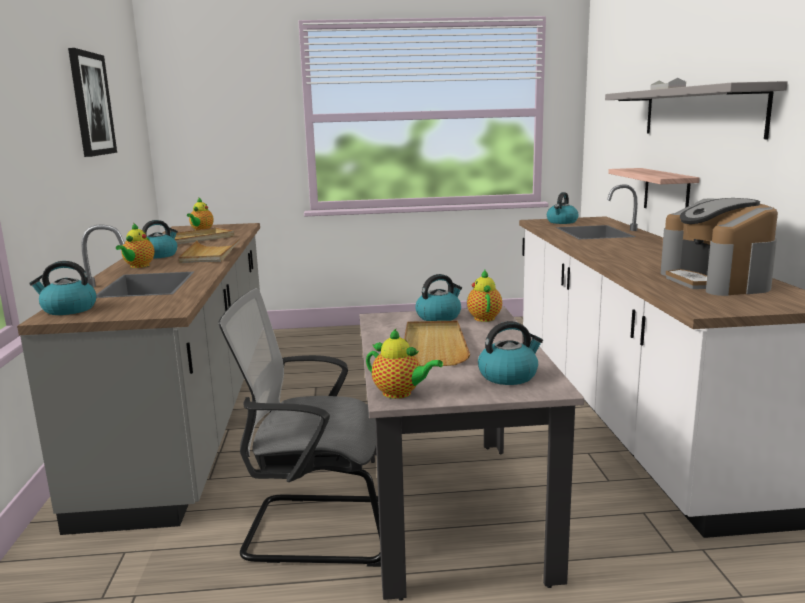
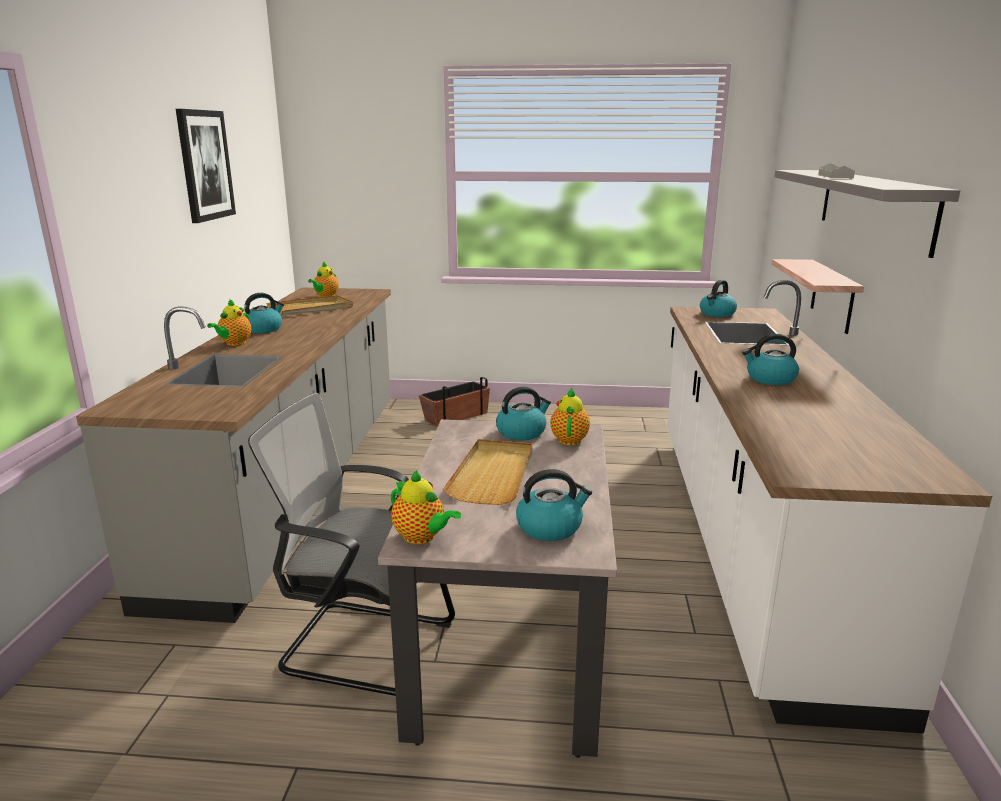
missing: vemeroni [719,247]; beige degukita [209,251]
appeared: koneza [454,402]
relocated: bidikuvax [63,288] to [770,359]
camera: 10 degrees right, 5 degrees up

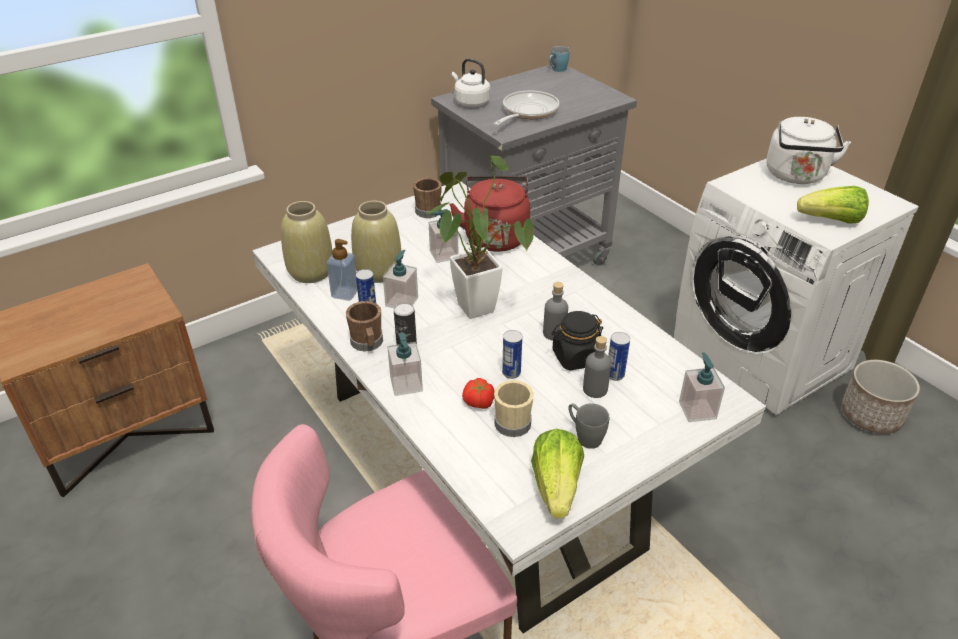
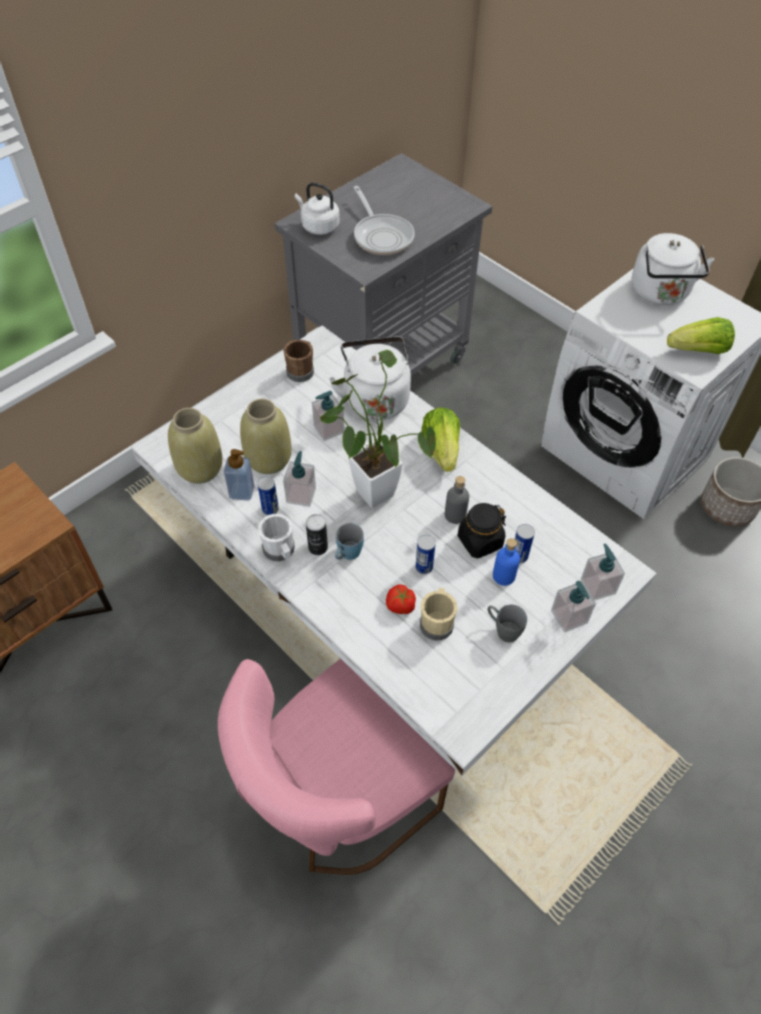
relocated: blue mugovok [559,59] to [349,541]; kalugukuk [405,364] to [573,607]; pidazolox [557,474] to [440,440]
colour: red bidikuvax [489,214] to white bidikuvax [370,378]; brown mugovok [364,326] to white mugovok [276,538]; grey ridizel [597,367] to blue ridizel [506,562]
spun: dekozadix [526,108] = [384,220] 135 degrees clockwise
camera: 10 degrees left, 15 degrees up

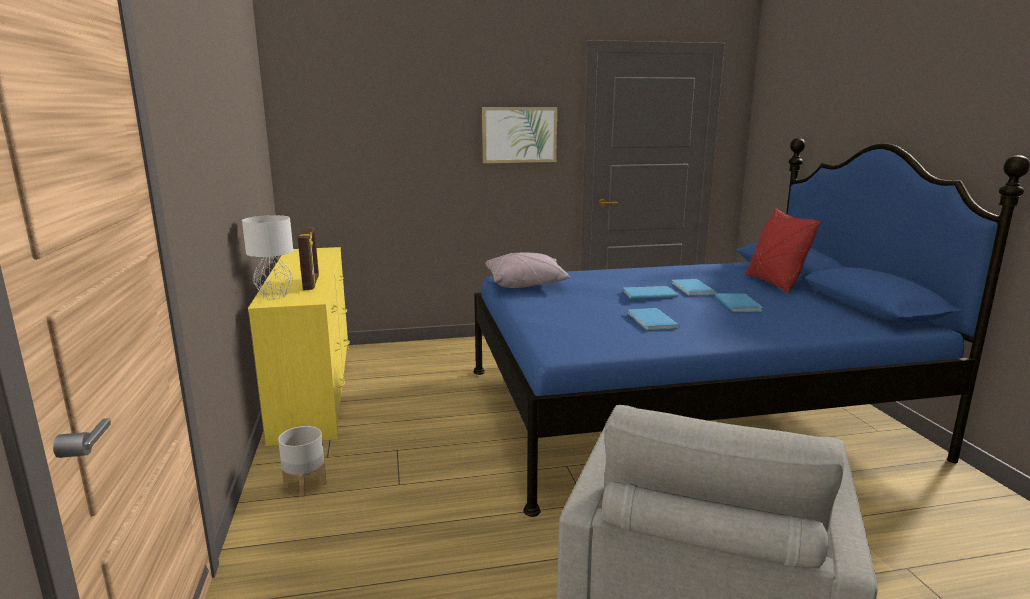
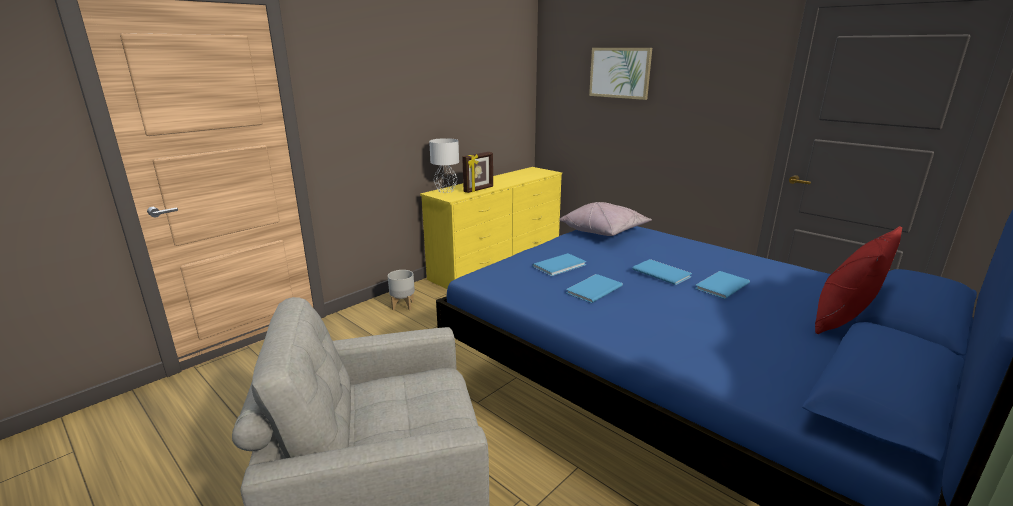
relocated: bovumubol [519,135] to [620,74]; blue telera [739,302] to [559,264]
camera: 55 degrees right, 5 degrees up

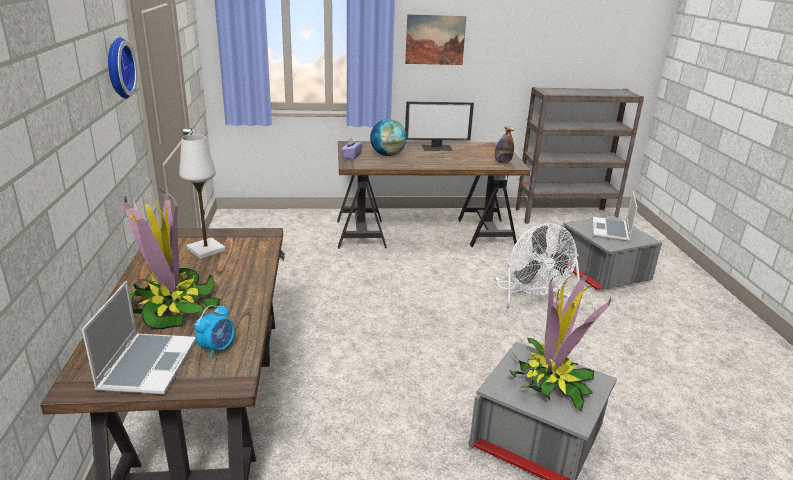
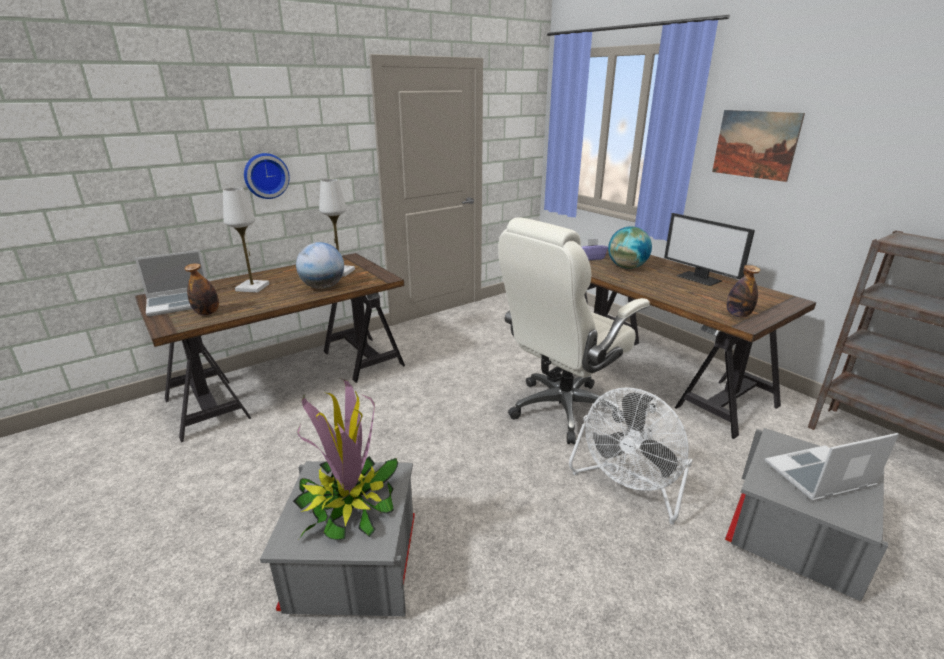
appeared: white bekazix [574,330]; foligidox [320,265]
relocated: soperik [122,68] to [267,176]
exchanged: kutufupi [163,258] to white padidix [246,240]; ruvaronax [214,332] to ridizel [201,289]
camera: 60 degrees right, 0 degrees up

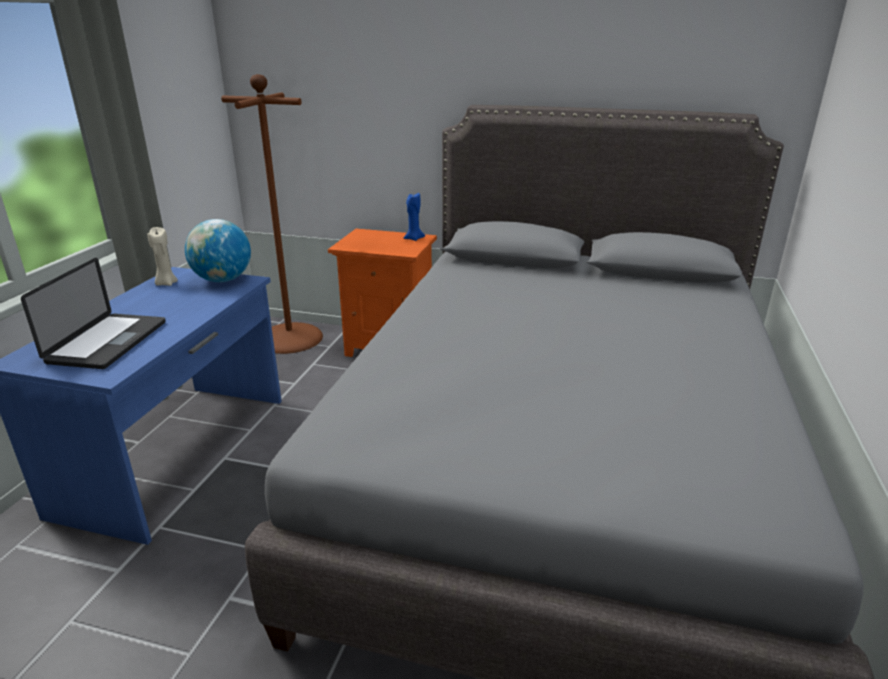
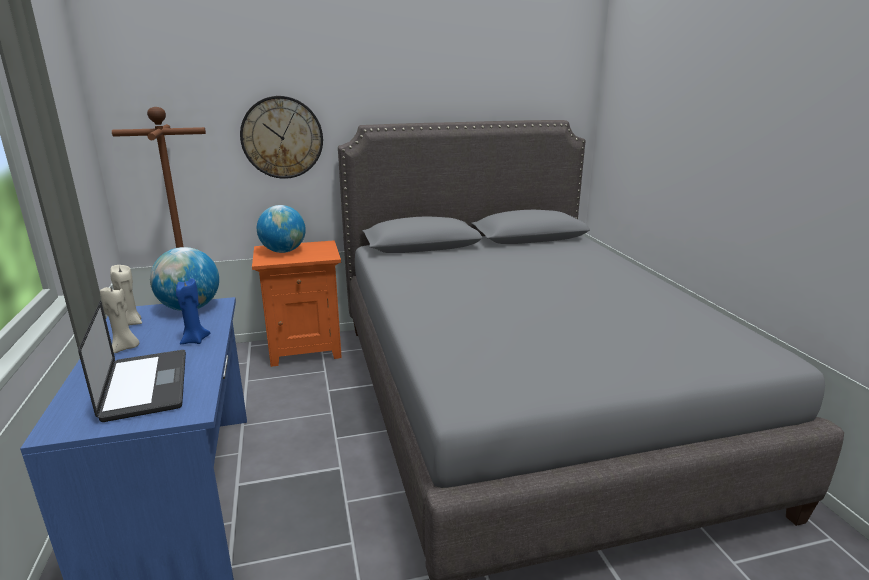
appeared: soperik [281,137]; foligidox [281,229]; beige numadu [119,319]
relocated: blue numadu [414,217] to [193,311]
camera: 30 degrees left, 5 degrees down

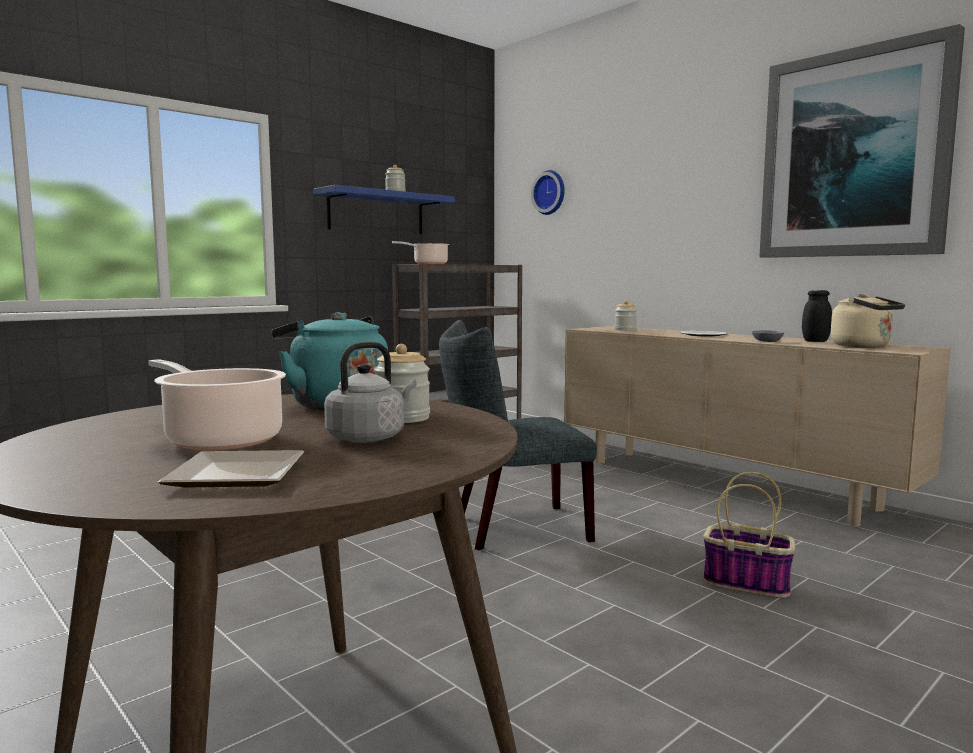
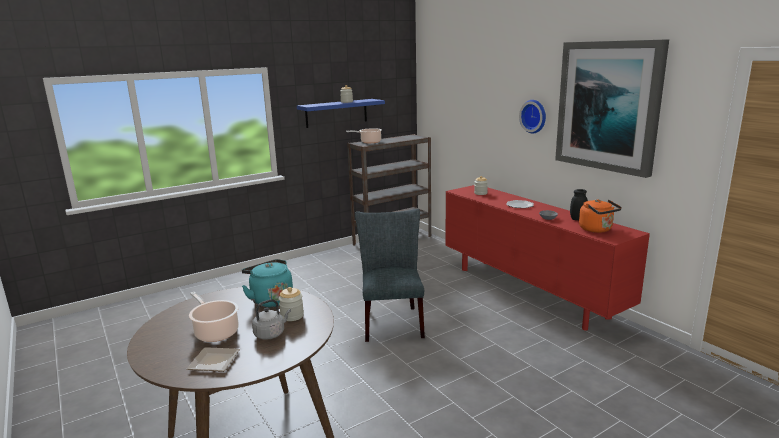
missing: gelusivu [749,535]
relocated: soperik [548,192] to [532,117]
colour: beige bidikuvax [868,320] to orange bidikuvax [600,216]; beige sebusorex [757,426] to red sebusorex [547,258]
spun: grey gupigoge [518,435] = [390,275] 90 degrees clockwise
camera: 10 degrees right, 10 degrees up

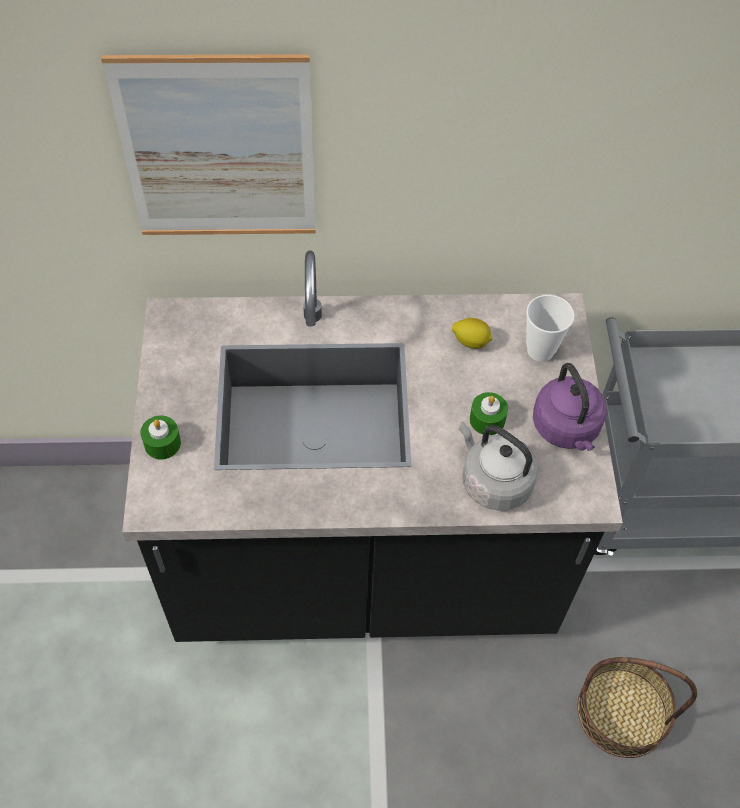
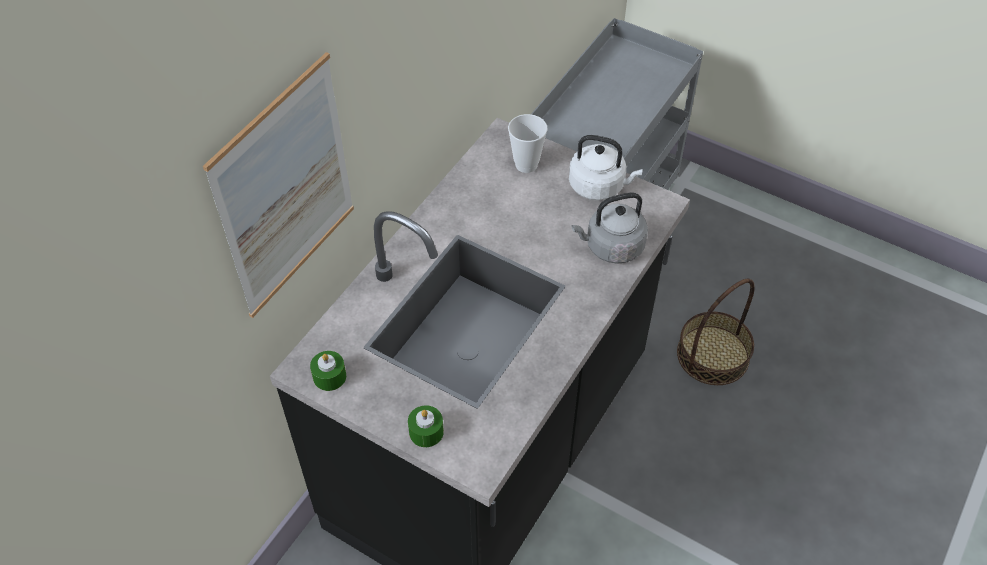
missing: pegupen [472,333]
relocated: green numadu [489,413] to [328,371]
colour: purple bidikuvax [570,407] to white bidikuvax [606,167]
camera: 55 degrees left, 5 degrees down

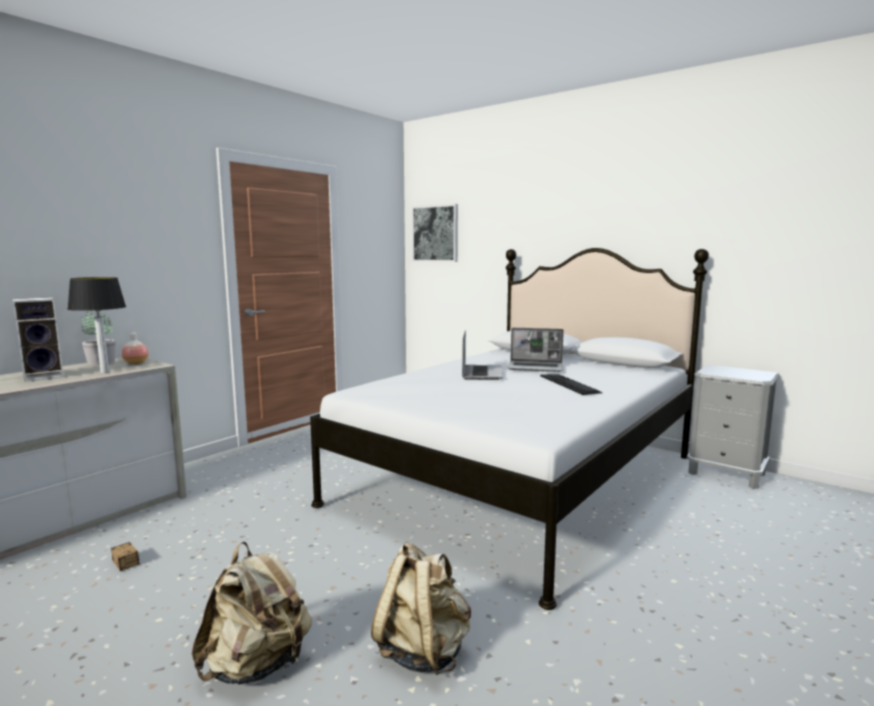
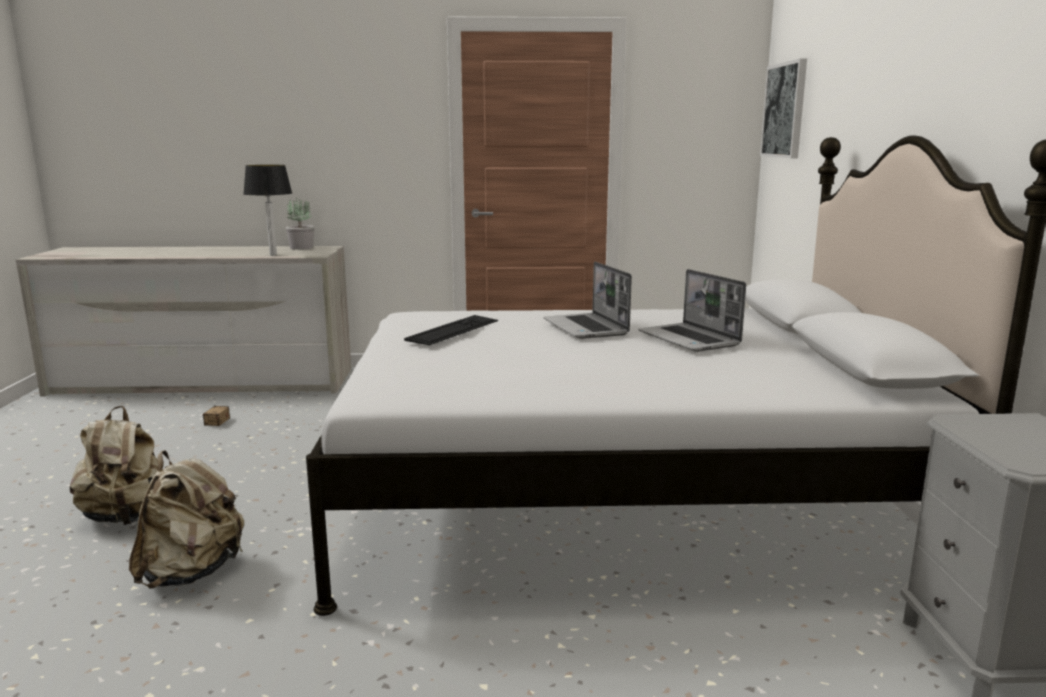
missing: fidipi [38,339]; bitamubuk [135,348]
relocated: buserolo [571,384] to [451,330]
spun: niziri [482,355] = [587,300] 105 degrees clockwise
camera: 50 degrees right, 5 degrees up

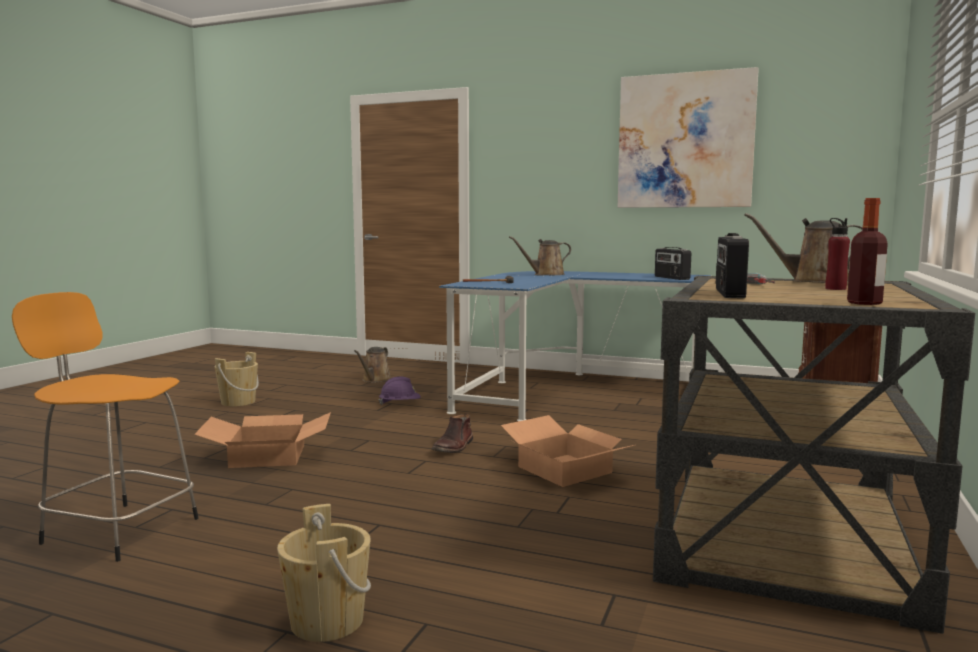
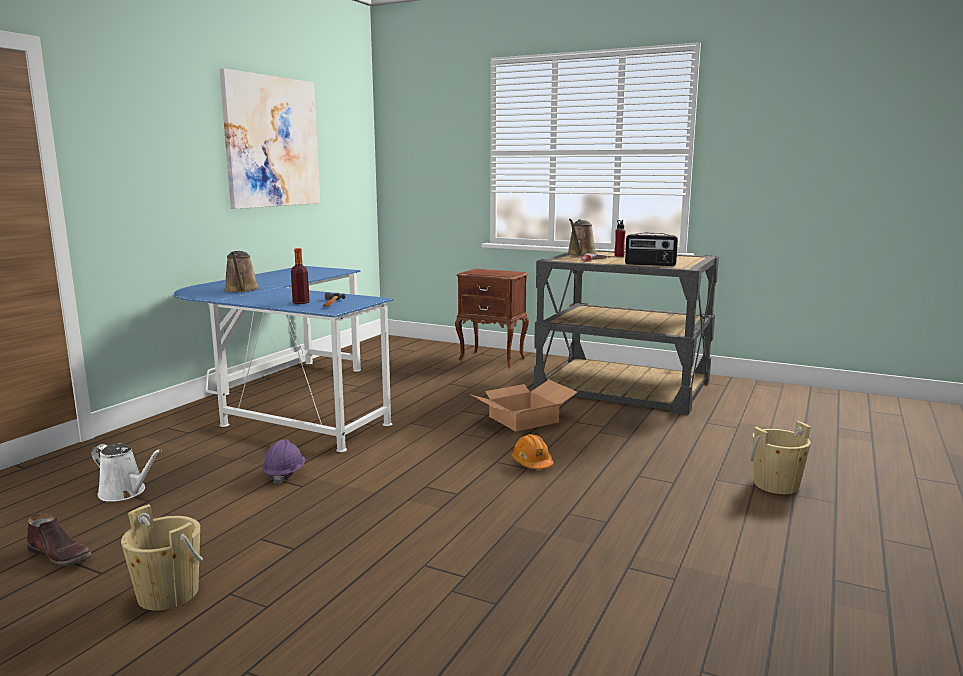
missing: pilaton [673,263]; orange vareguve [105,427]; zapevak [262,440]
appeared: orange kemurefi [533,451]
relocated: ridizel [867,251] to [300,276]; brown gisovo [452,433] to [59,540]
colour: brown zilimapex [372,365] to white zilimapex [126,472]
camera: 85 degrees left, 5 degrees up

